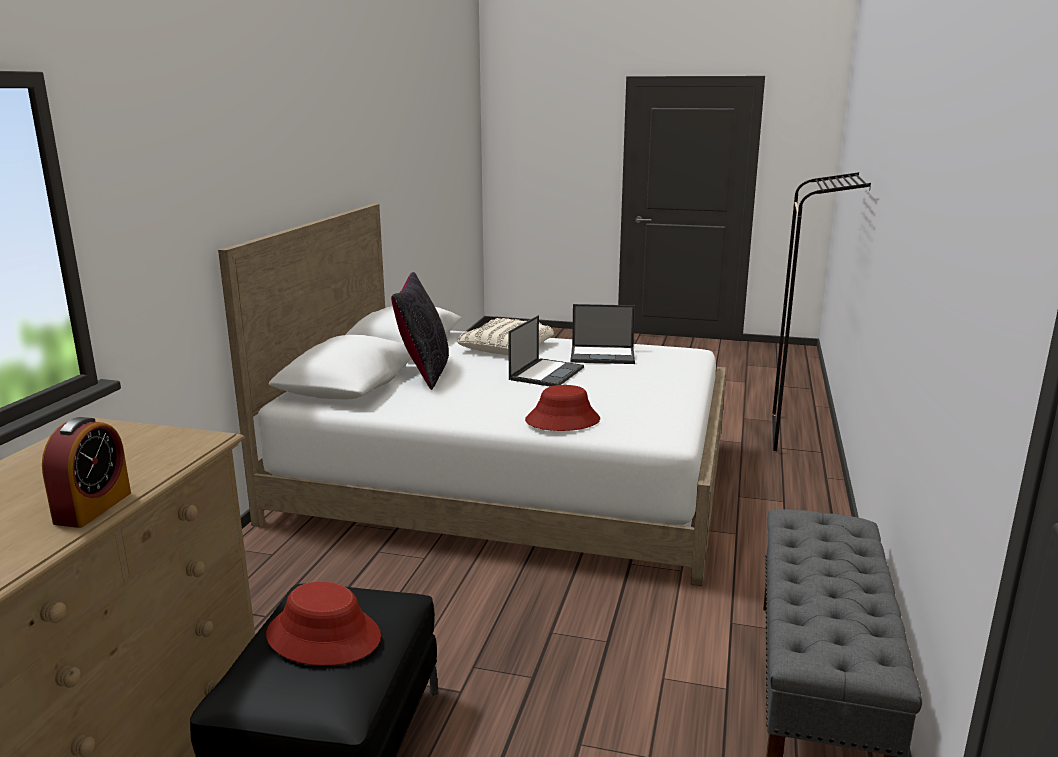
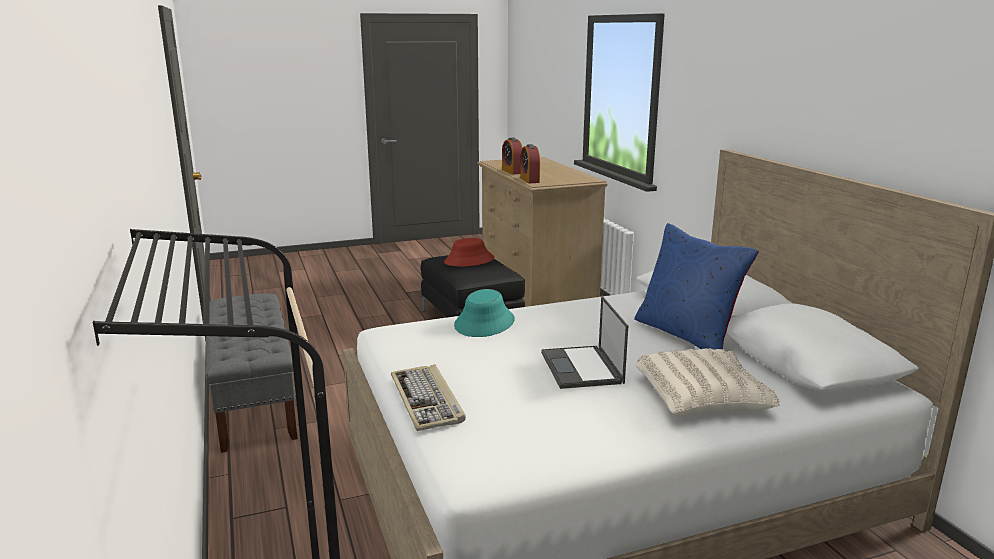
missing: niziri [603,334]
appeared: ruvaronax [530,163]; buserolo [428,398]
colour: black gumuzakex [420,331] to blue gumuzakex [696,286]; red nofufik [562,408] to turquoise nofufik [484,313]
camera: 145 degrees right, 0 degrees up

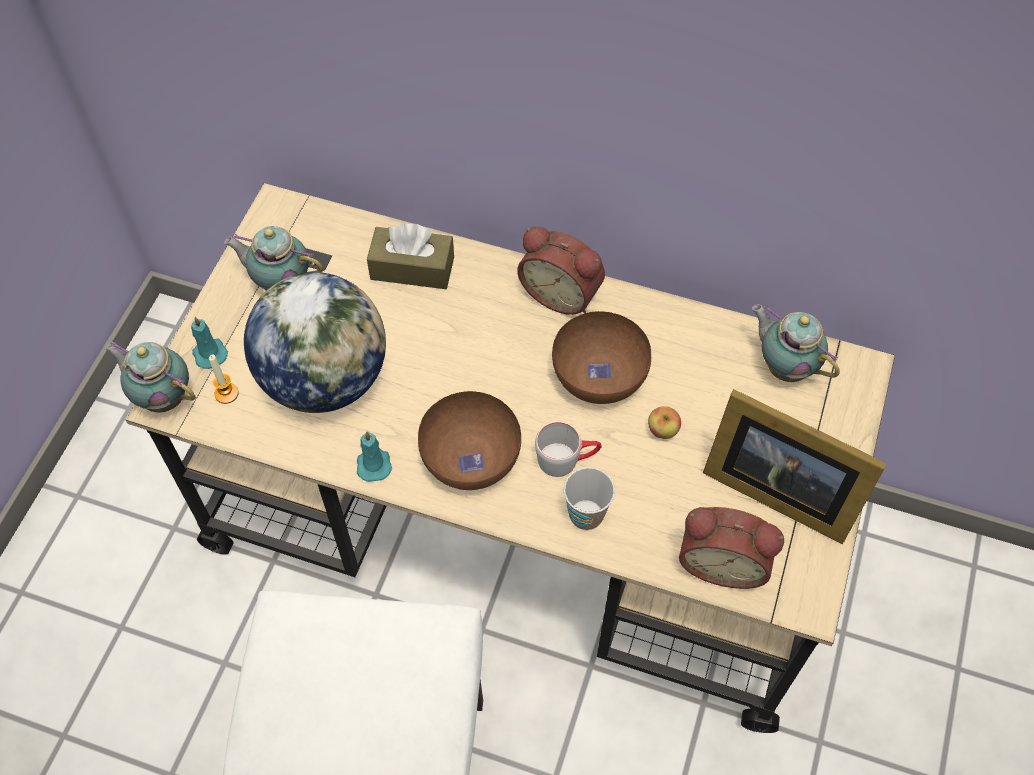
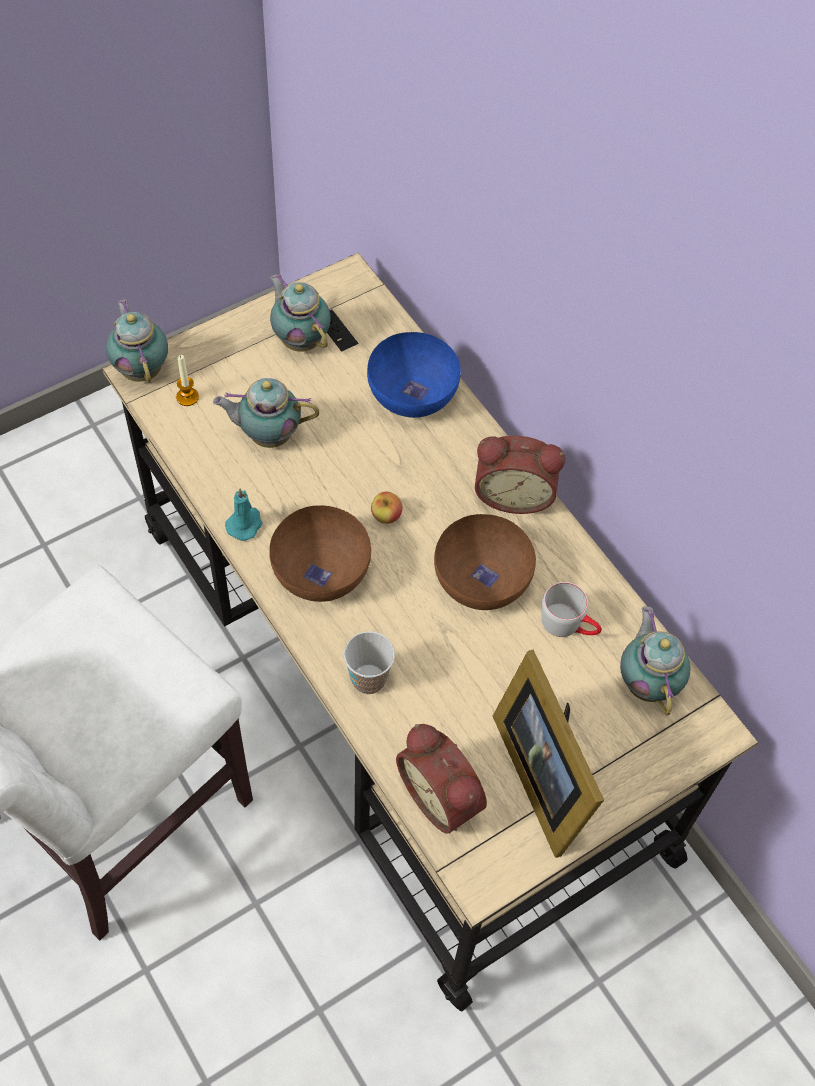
missing: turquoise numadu [209,343]
relocated: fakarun [664,422] to [386,508]; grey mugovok [568,449] to [571,609]
exchanged: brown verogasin [410,256] to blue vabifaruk [414,375]; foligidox [315,342] to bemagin [266,413]
spun: ruvaronax [561,270] = [520,474] 60 degrees counterclockwise
camera: 35 degrees right, 0 degrees up

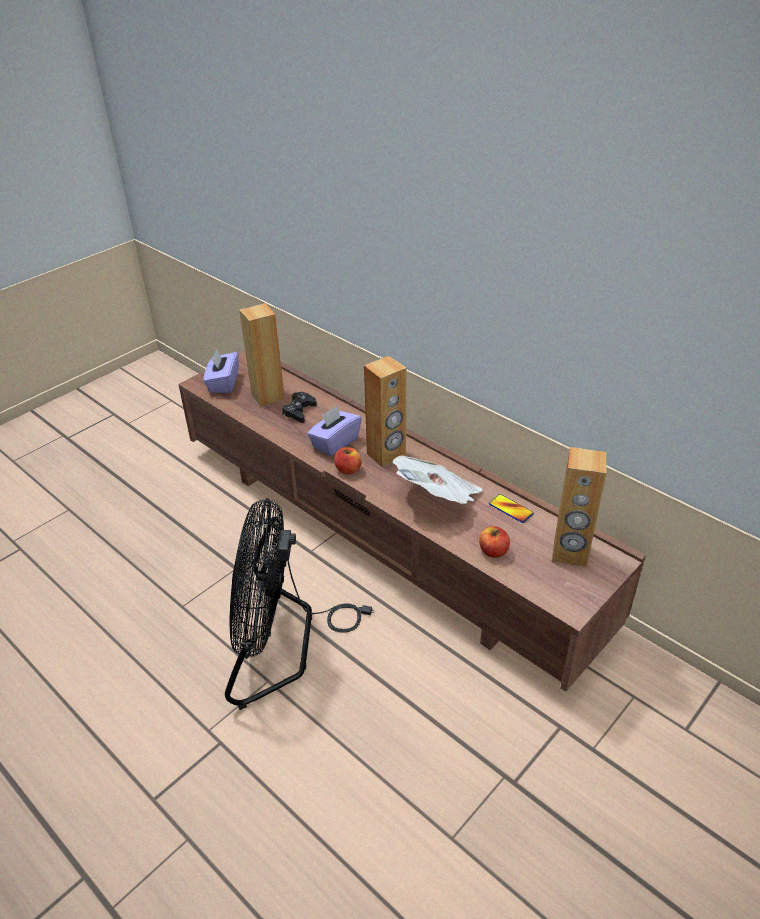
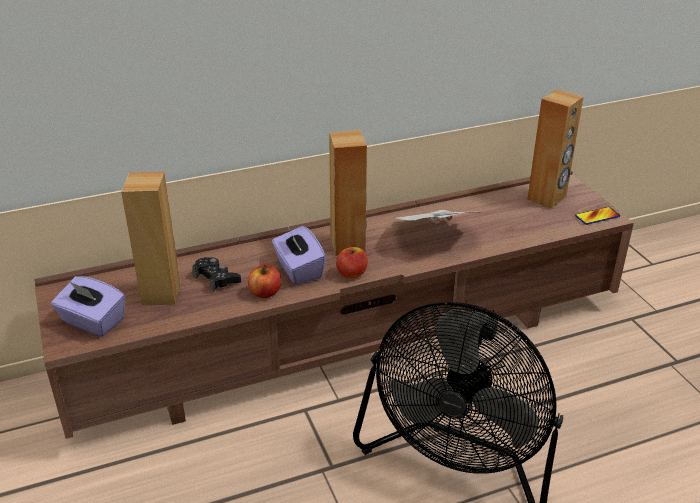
relocated: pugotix [511,508] to [597,216]; fakarun [494,542] to [264,281]
camera: 65 degrees left, 5 degrees down

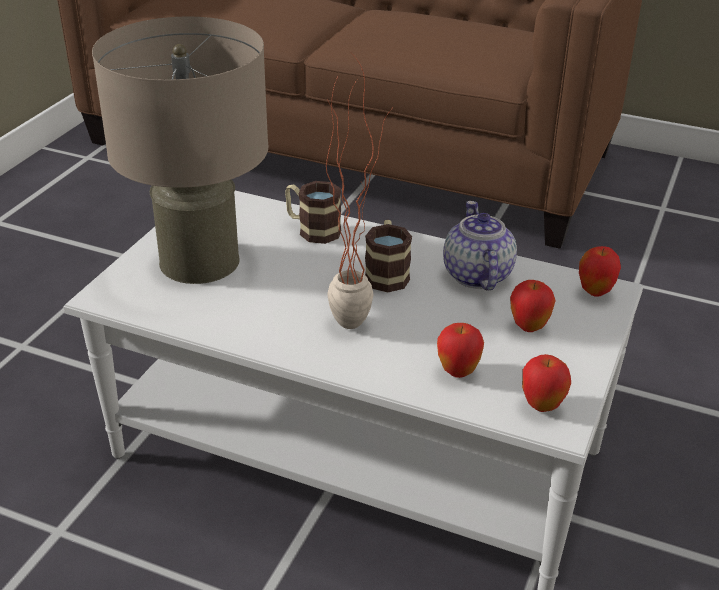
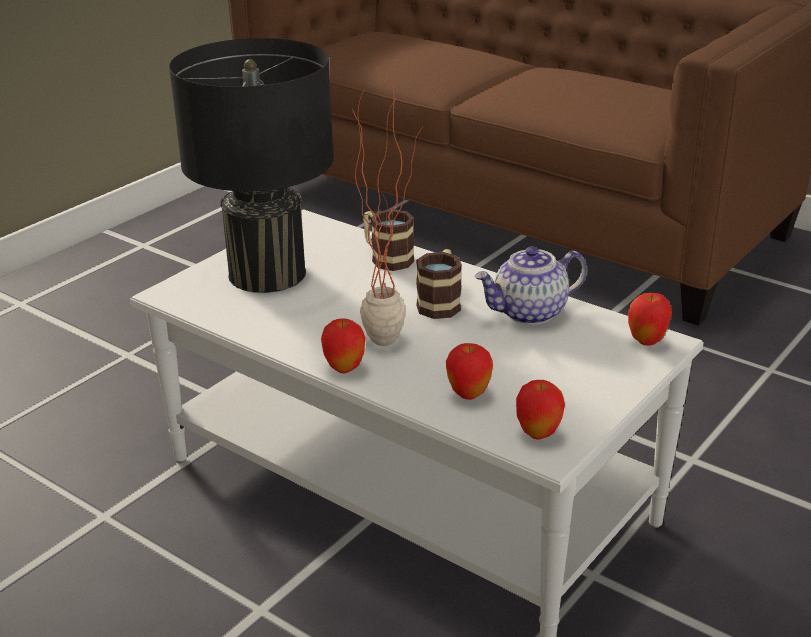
relocated: fakarun [533,306] to [343,346]
colour: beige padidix [180,150] to black padidix [251,165]
spun: bemagin [480,246] = [531,286] 120 degrees counterclockwise
camera: 15 degrees right, 5 degrees down

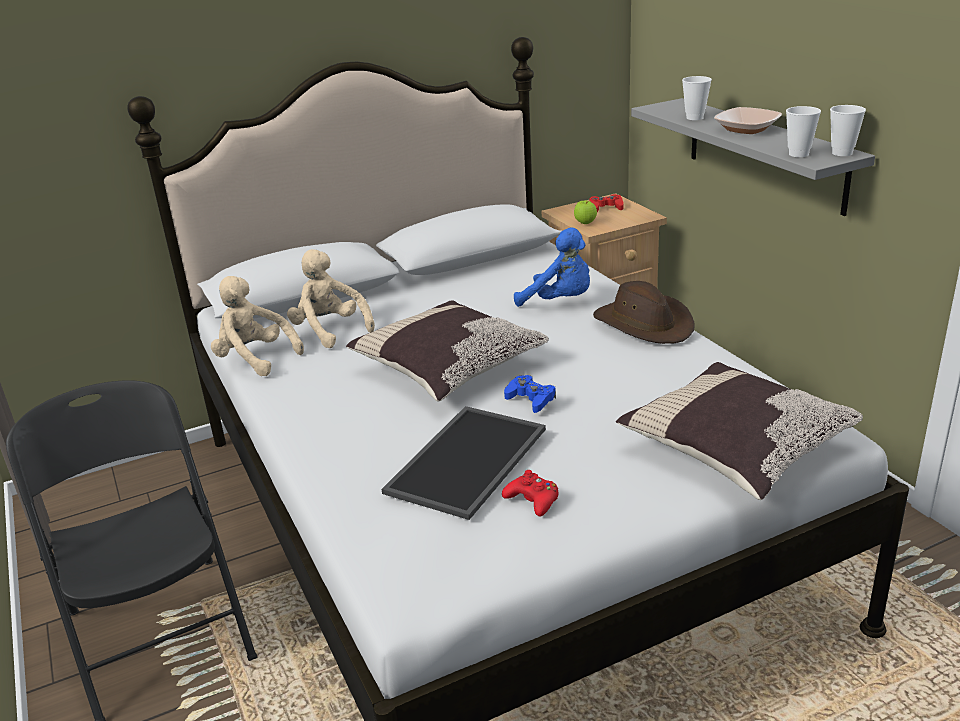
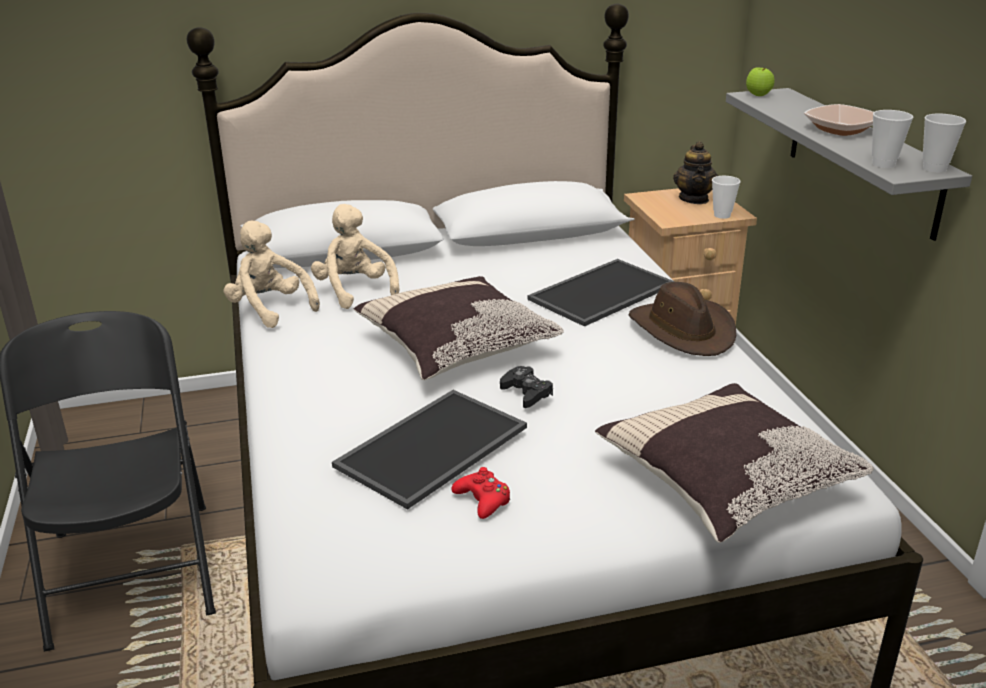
relocated: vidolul [697,98] to [726,197]; fakarun [585,212] to [760,82]
exchanged: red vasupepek [607,203] to bemagin [695,172]; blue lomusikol [552,267] to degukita [601,293]
colour: blue vasupepek [530,394] to black vasupepek [526,387]
camera: 10 degrees right, 0 degrees up

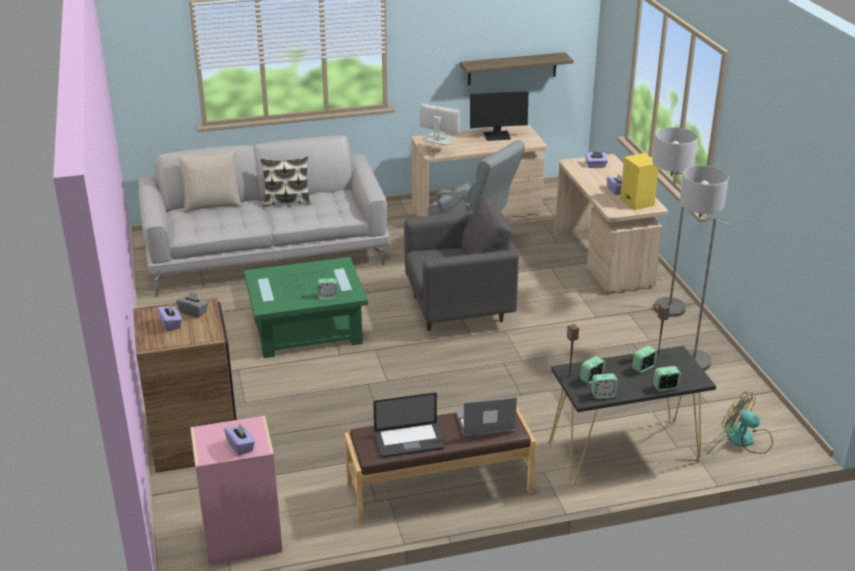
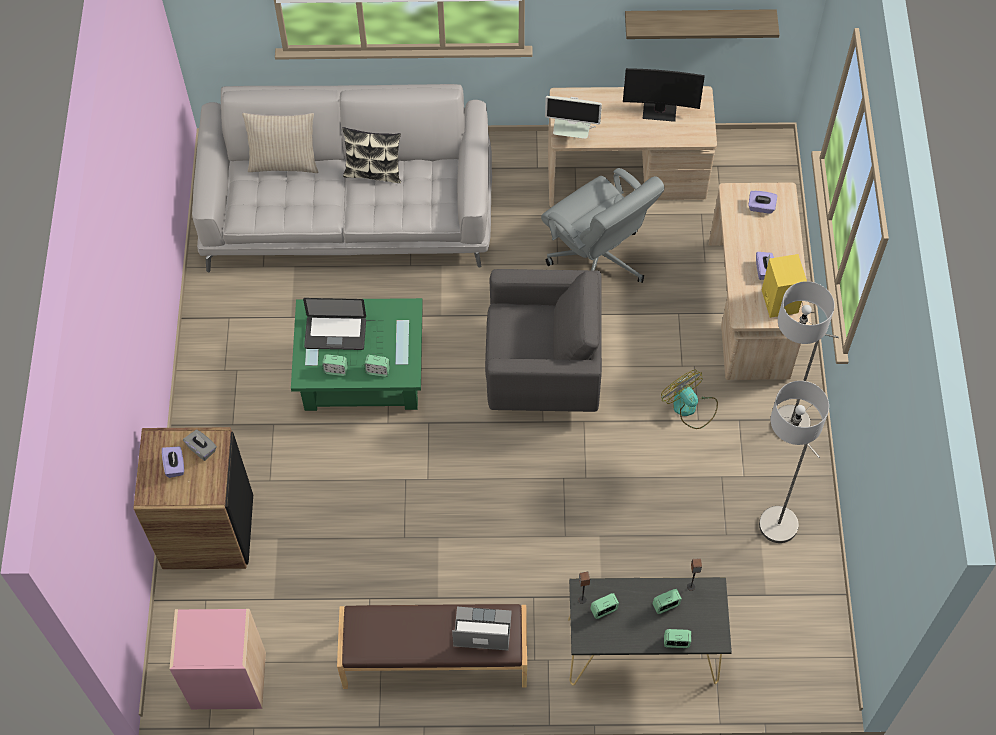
missing: purple verogasin [239,439]
relocated: ruvaronax [604,386] to [335,365]; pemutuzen [747,422] to [689,399]; niziri [409,425] to [334,324]
spun: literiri [440,129] = [573,117] 150 degrees clockwise
camera: 15 degrees right, 30 degrees up

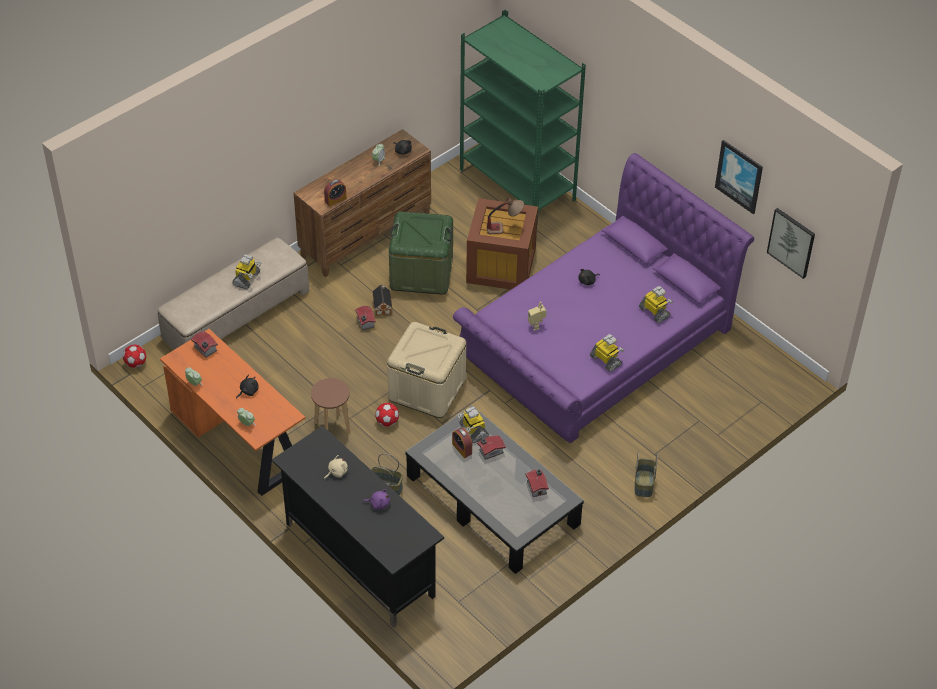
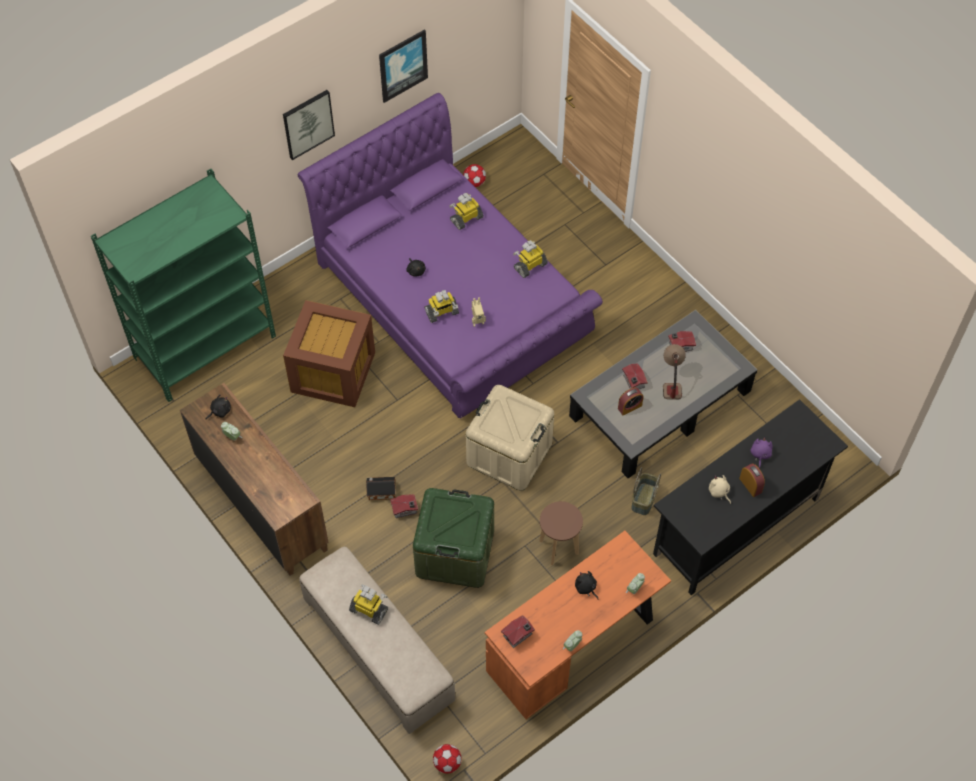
missing: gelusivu [646,474]
relocated: ruvaronax [335,192] to [752,480]; padidix [505,216] to [674,371]; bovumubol [791,243] to [309,125]; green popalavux [421,252] to [453,538]; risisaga [387,414] to [474,175]; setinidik [473,424] to [441,306]
camera: 85 degrees left, 10 degrees up

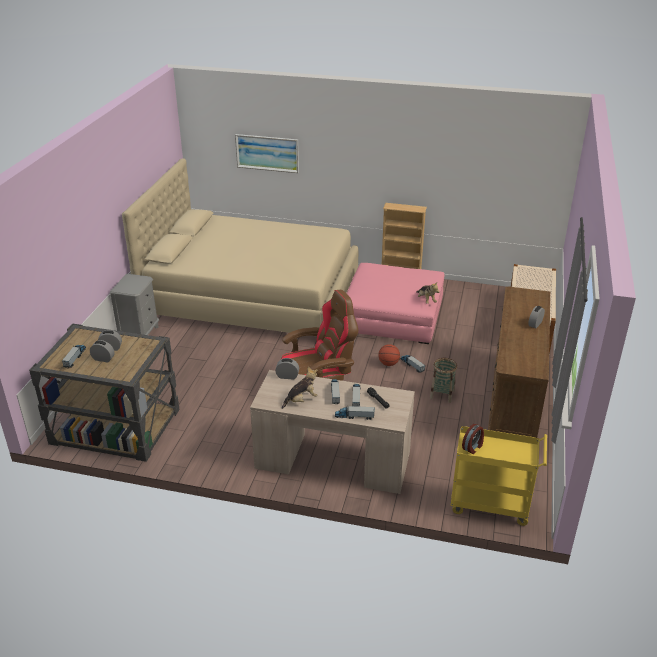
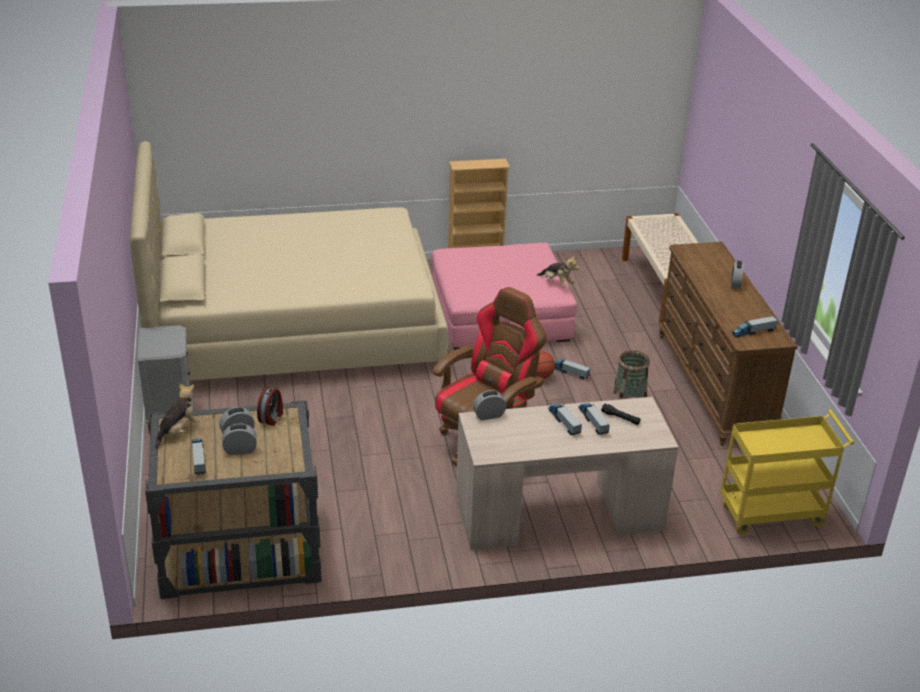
missing: bovumubol [267,153]
relocated: lomusikol [300,388] to [177,416]; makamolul [355,412] to [755,326]; ruvaronax [473,439] to [270,406]
camera: 25 degrees left, 0 degrees up

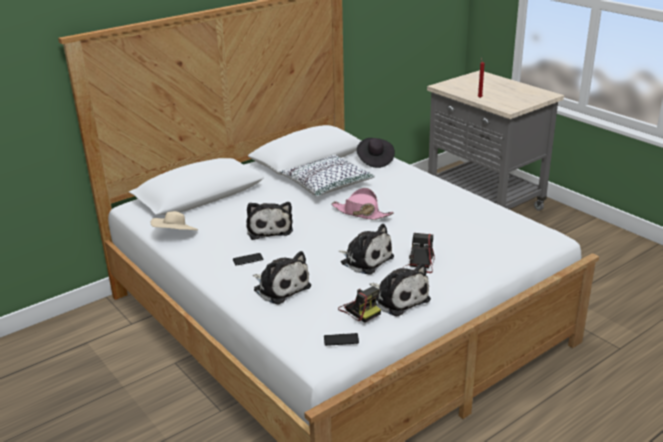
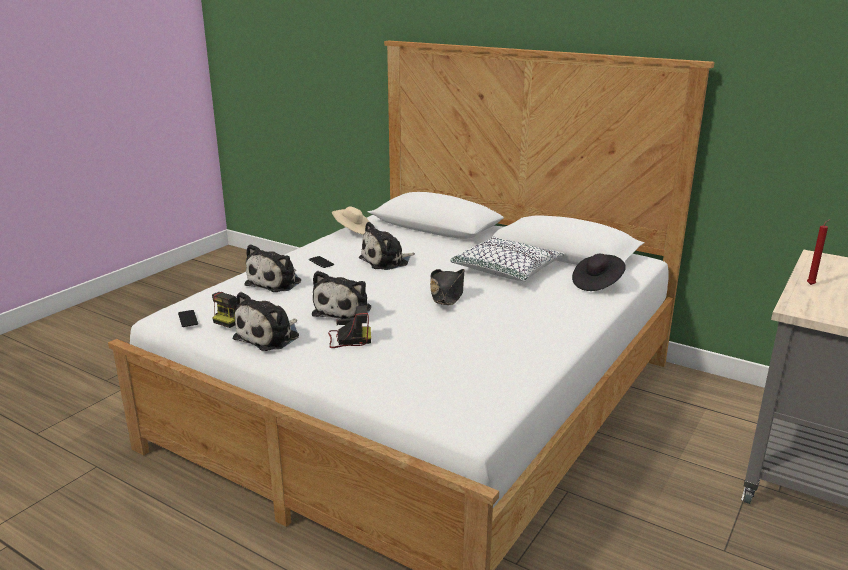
colour: pink nofufik [362,204] to black nofufik [447,287]
camera: 70 degrees right, 5 degrees down

